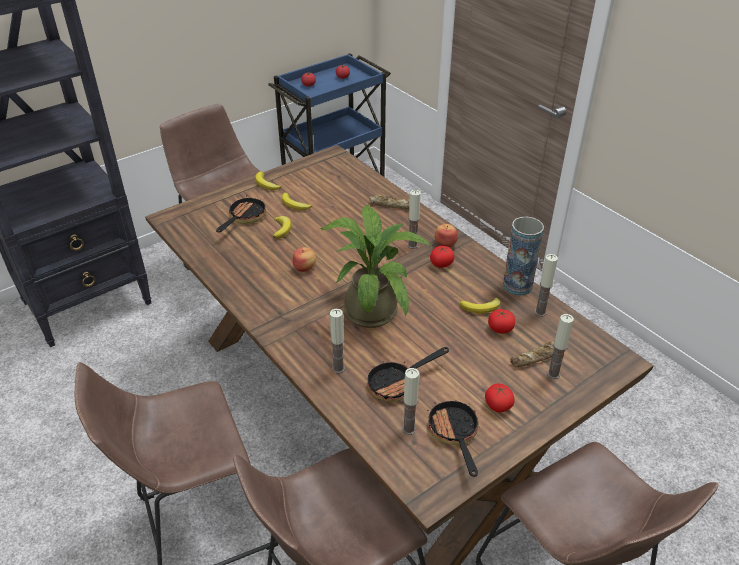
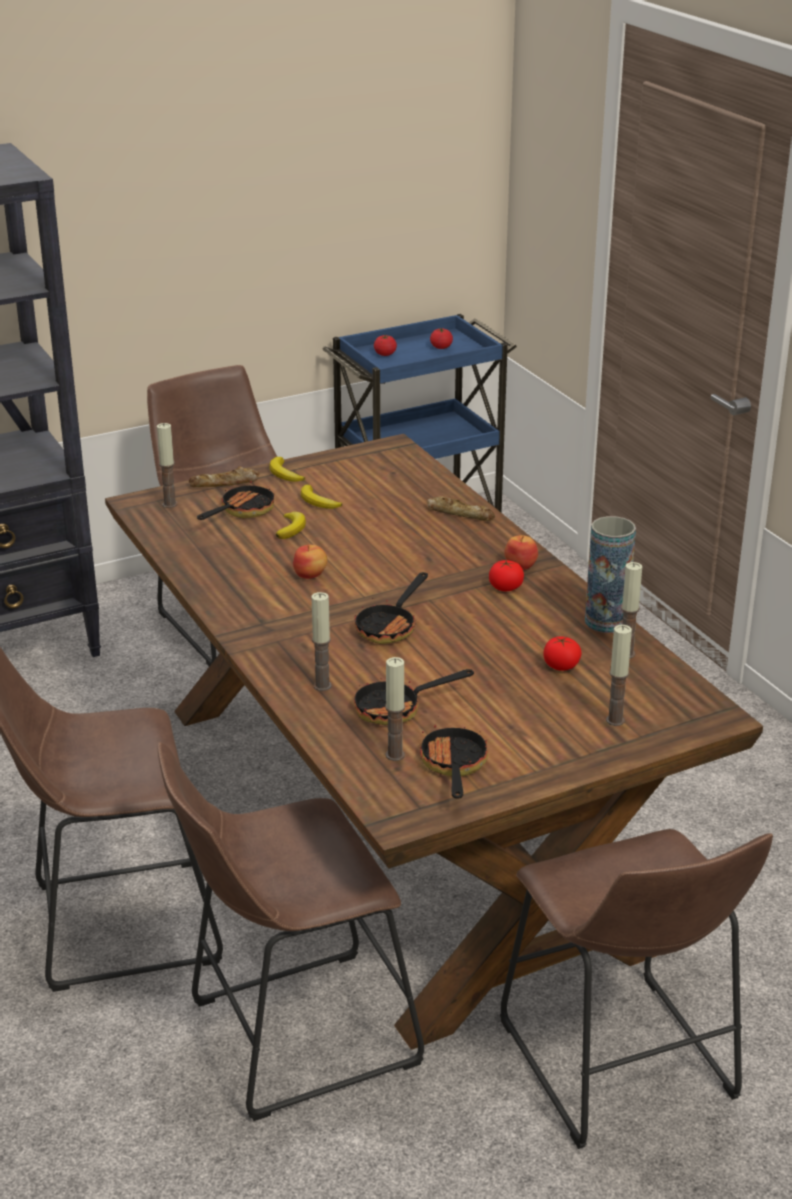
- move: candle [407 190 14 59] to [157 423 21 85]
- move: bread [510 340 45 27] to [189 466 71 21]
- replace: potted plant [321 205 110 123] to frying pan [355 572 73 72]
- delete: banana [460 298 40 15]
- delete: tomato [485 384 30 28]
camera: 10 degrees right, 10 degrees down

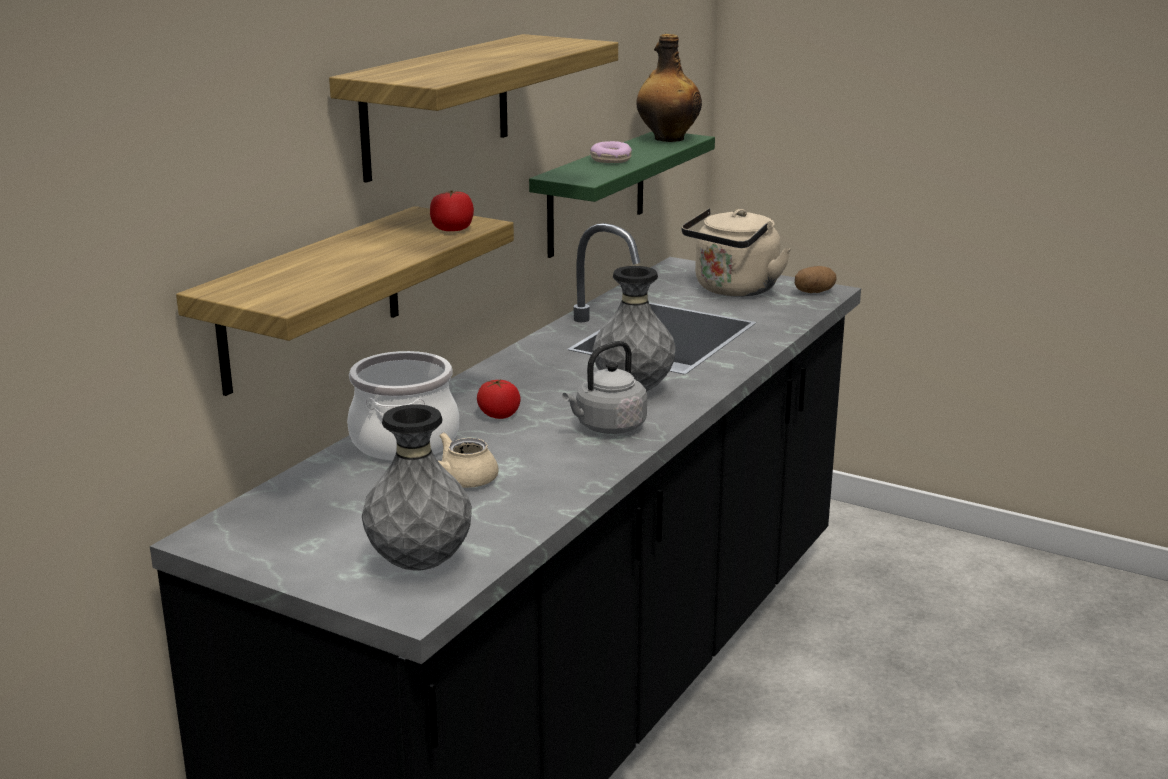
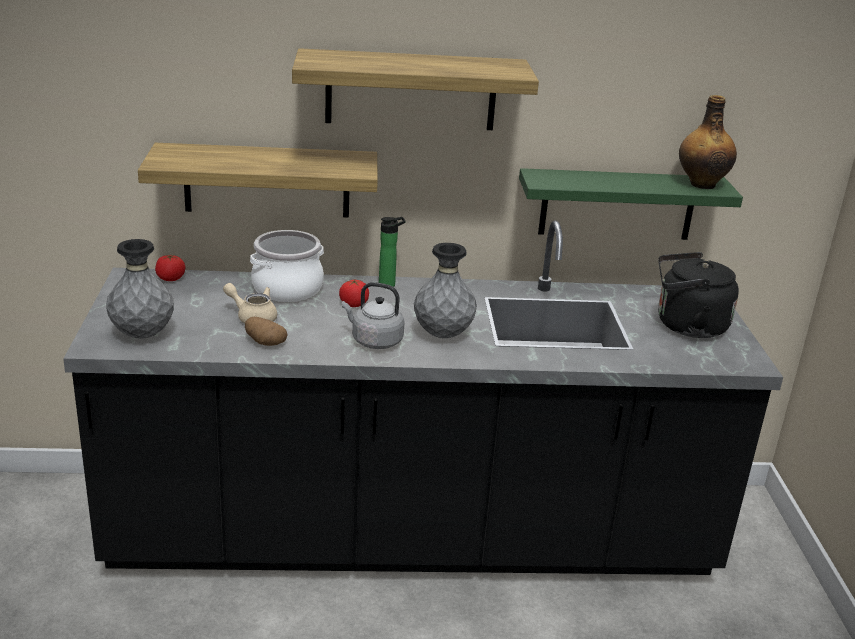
- move: tomato [430 190 44 41] to [155 255 30 26]
- move: potato [795 266 42 27] to [245 317 42 29]
- insert: bottle [379 217 27 70]
- recolor: kettle/beige [681 208 110 89] to kettle/black [658 252 81 86]
- delete: donut [590 141 42 22]
camera: 55 degrees right, 5 degrees up

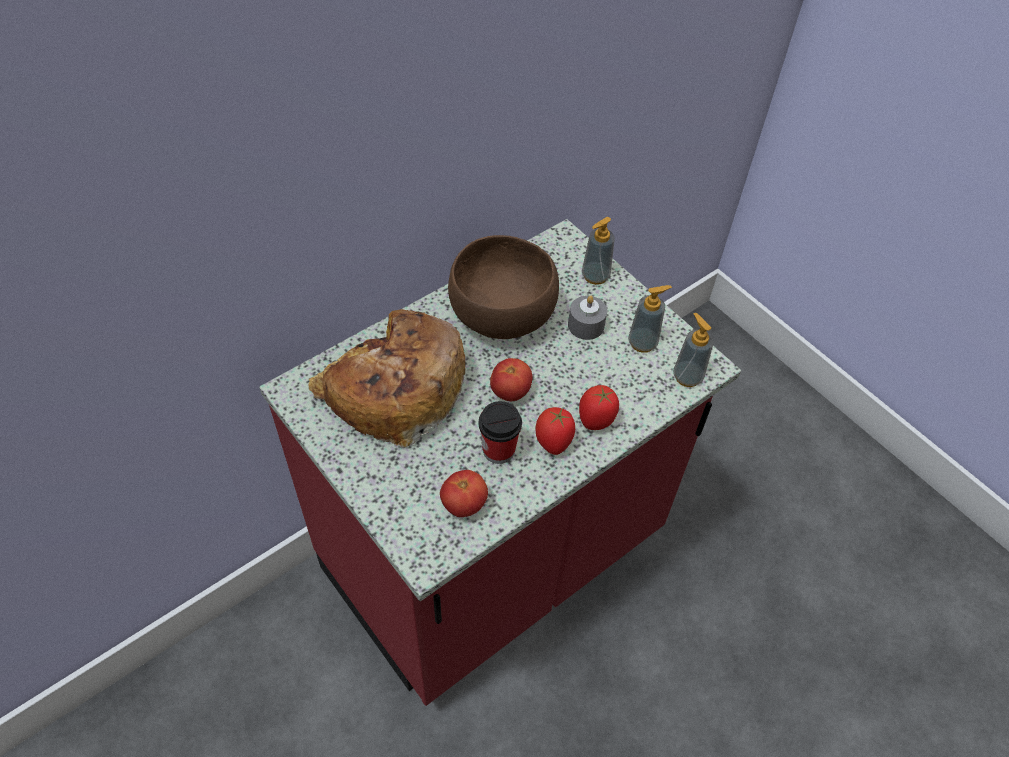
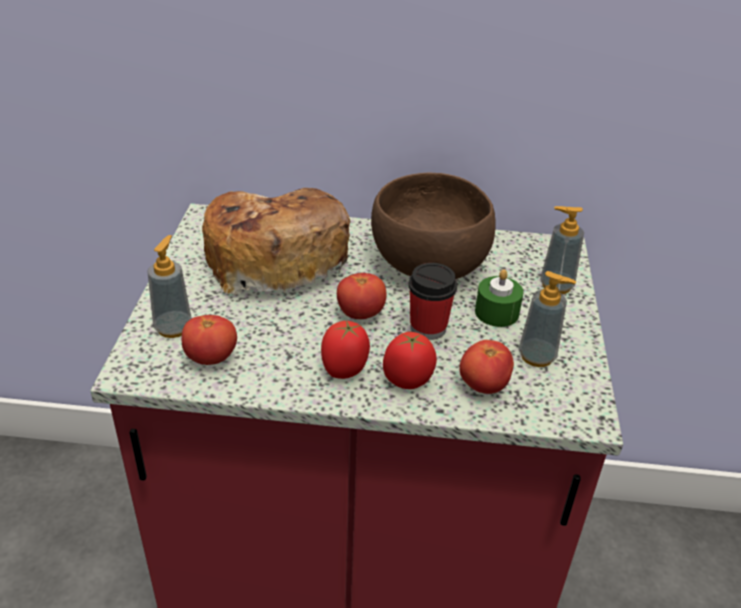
- move: soap dispenser [673 313 41 74] to [147 235 45 103]
- move: cup [478 401 44 63] to [408 263 49 77]
- insert: tomato [459 340 55 54]
- recolor: candle/grey [568 296 39 44] to candle/green [475 269 49 58]
camera: 45 degrees right, 15 degrees down

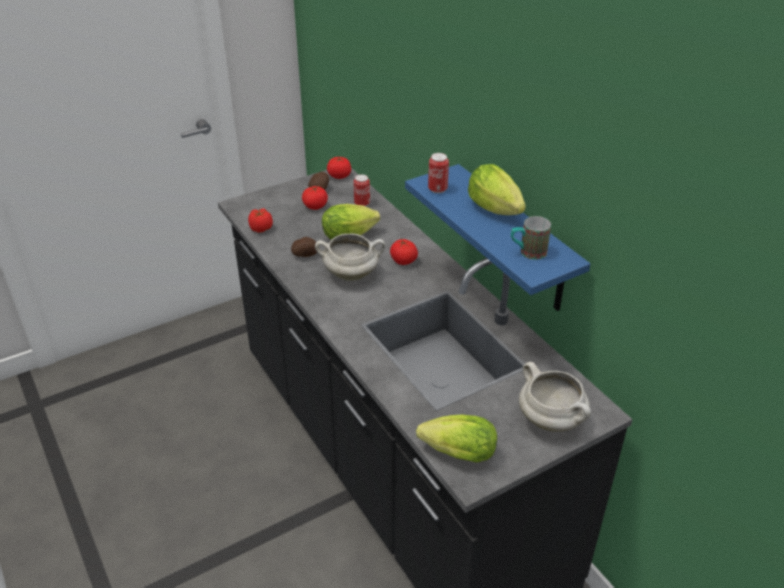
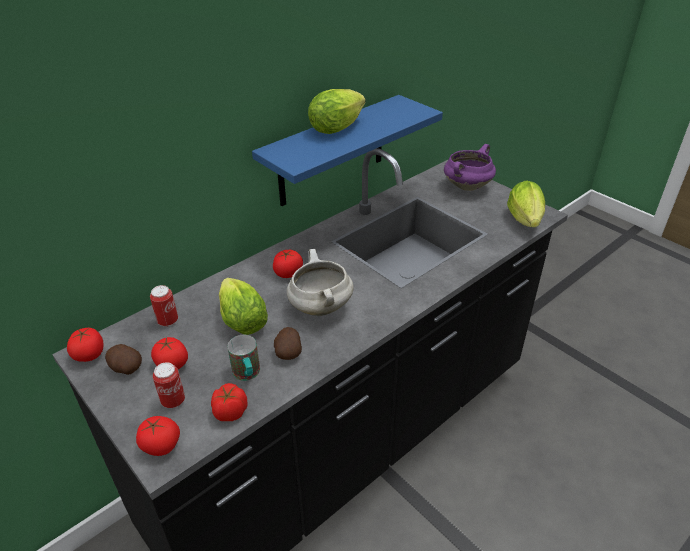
- insert: tomato [136 416 44 40]
- move: can [428 153 21 40] to [153 362 32 46]
- move: mug [511 216 40 44] to [228 335 32 46]
- recolor: cooking pot/white [519 362 72 70] to cooking pot/purple [444 144 52 47]
camera: 100 degrees left, 0 degrees up

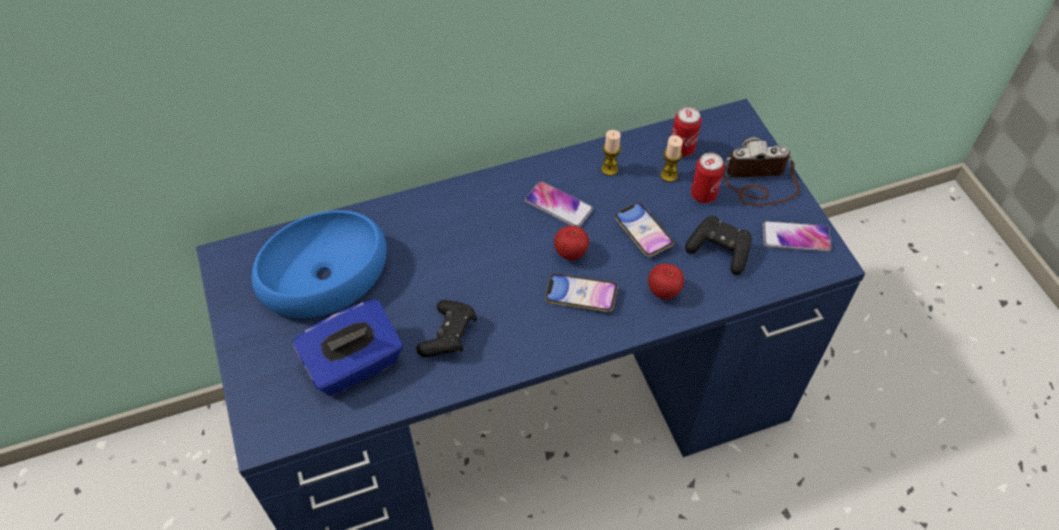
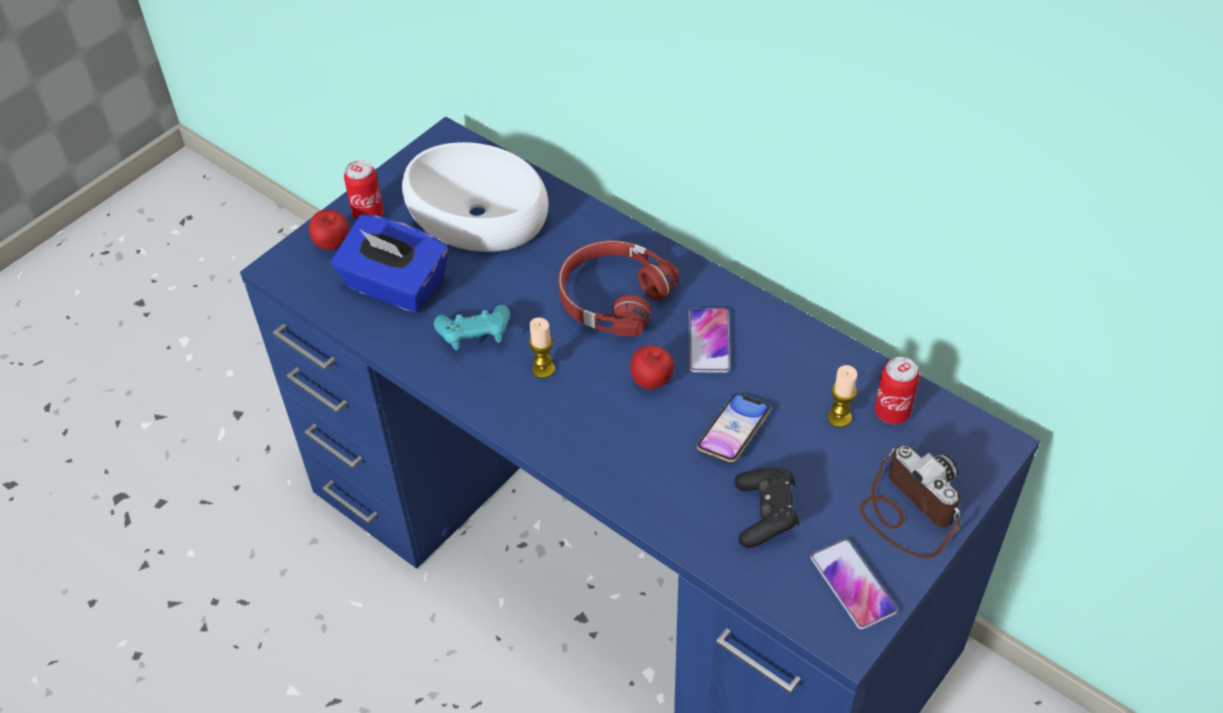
- move: apple [648 264 36 36] to [309 209 40 41]
- move: can [691 152 33 51] to [344 160 40 60]
- recolor: bowl/blue [252 210 135 108] to bowl/white [402 142 146 110]
- recolor: game controller/black [416 300 61 57] to game controller/turquoise [434 304 76 46]
- move: candle [601 130 20 46] to [529 317 26 61]
- insert: headphones/red [558 240 121 96]
- delete: phone [545 273 73 39]
camera: 60 degrees right, 5 degrees down

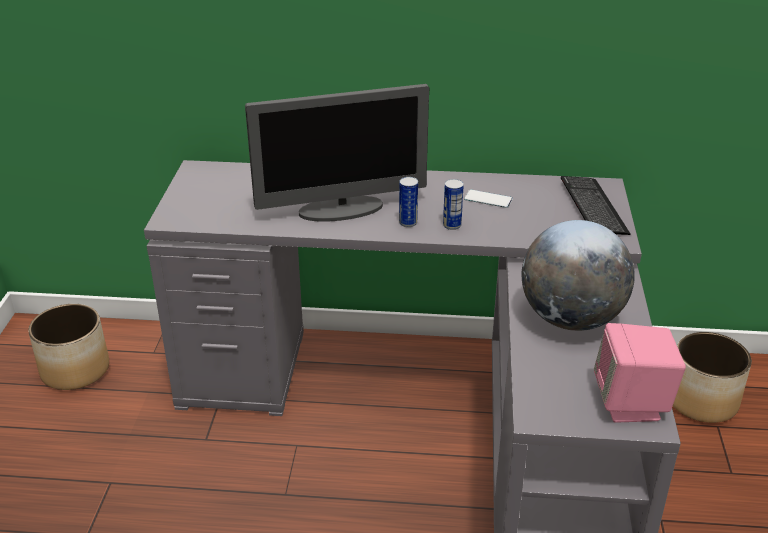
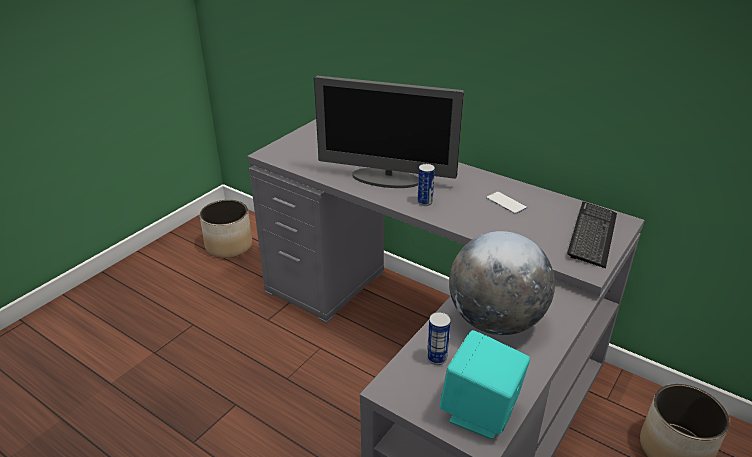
- move: can [443 179 21 51] to [427 312 24 53]
- recolor: speaker/pink [594 323 92 100] to speaker/turquoise [440 330 90 109]
camera: 30 degrees right, 0 degrees up

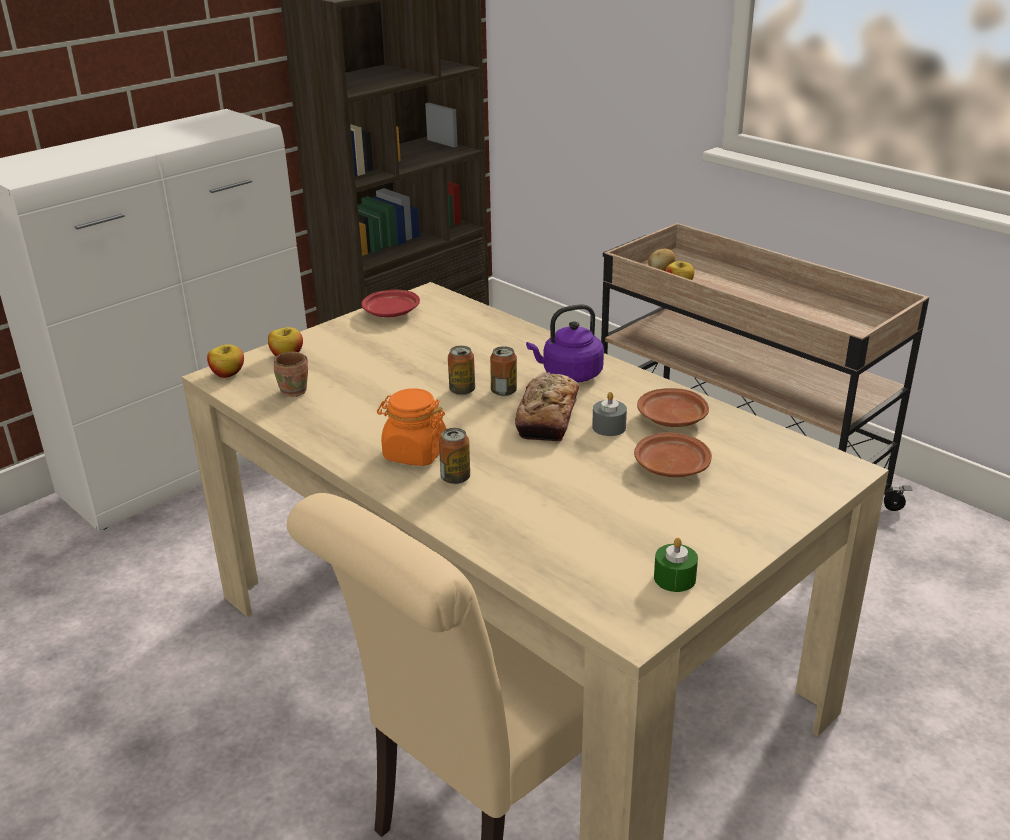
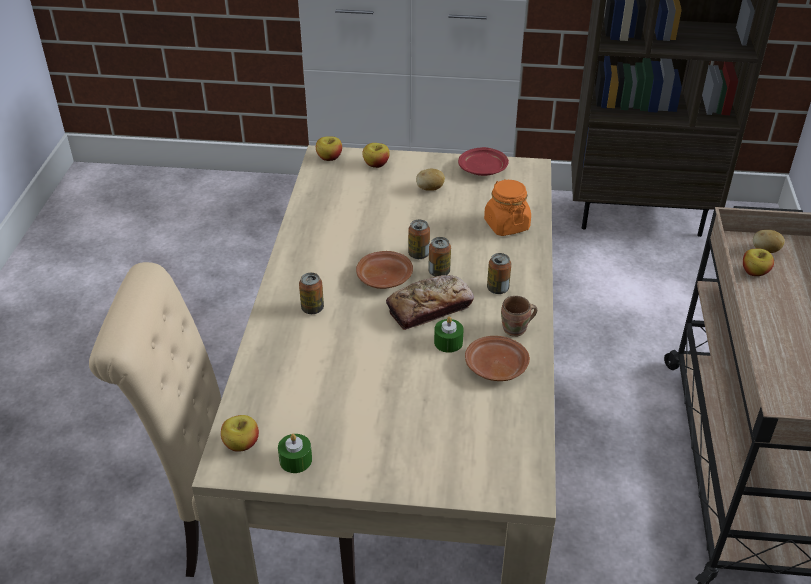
- insert: apple [221 415 38 37]
- move: plate/brown [634 432 78 45] to [356 251 57 38]
- insert: potato [416 169 29 22]
- recolor: candle/grey [592 392 35 44] to candle/green [434 317 30 36]
- move: jar/orange [377 388 69 78] to [484 179 47 57]
- replace: kettle/purple [526 304 78 78] to can [487 253 24 41]
- move: mug/brown [274 352 34 45] to [501 296 36 41]
camera: 50 degrees right, 10 degrees up

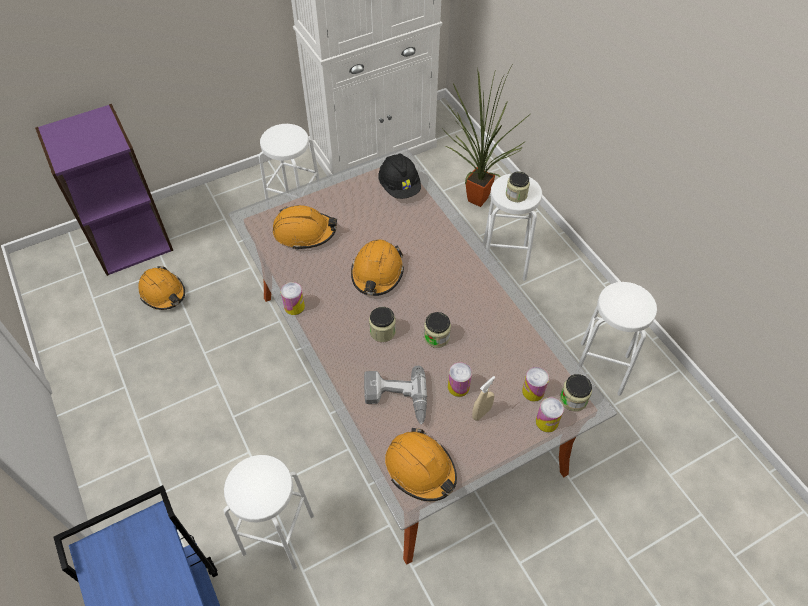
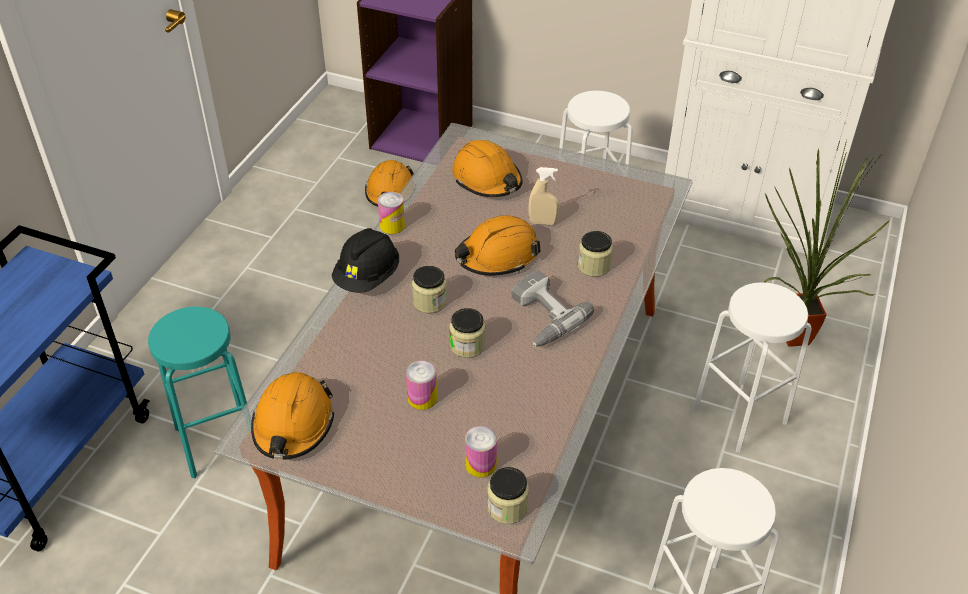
- recolor: stool/white [223 455 91 114] to stool/turquoise [148 307 99 172]
- move: hard hat/black [378 153 43 46] to [332 228 67 65]
- move: power drill [364 366 63 59] to [512 270 82 77]
- move: spray bottle/beige [472 376 24 45] to [528 167 31 58]
- move: jar [506 171 24 31] to [578 231 35 46]
- delete: can [536 398 28 34]
camera: 50 degrees right, 10 degrees down

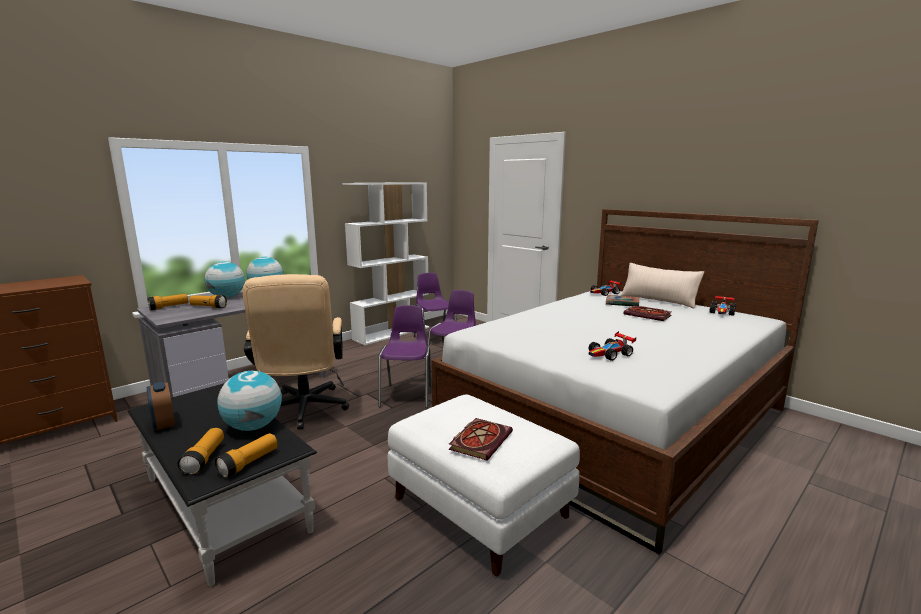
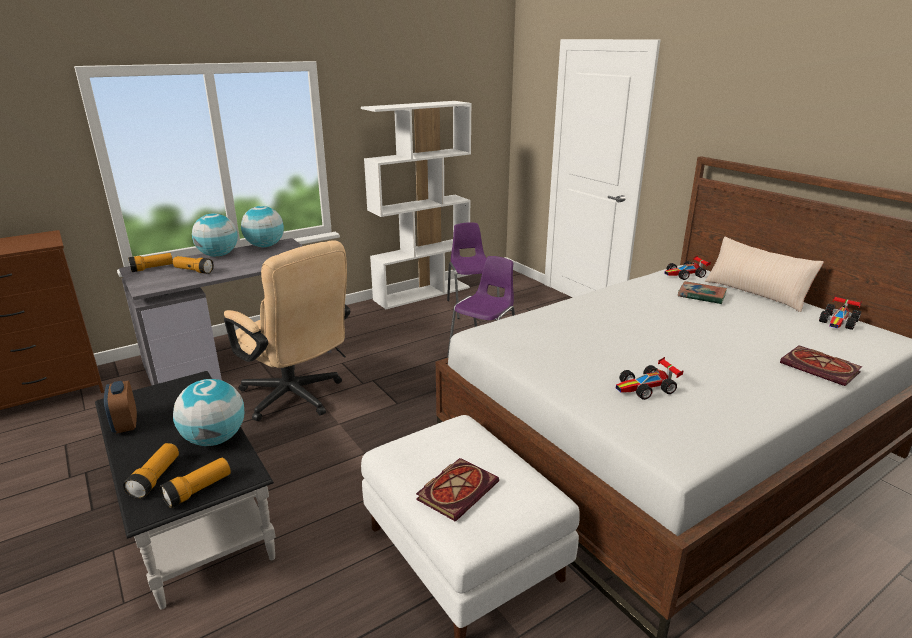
- rotate: office chair/beige [243 274 106 155] = [224 240 126 181] 45 degrees counterclockwise
- move: book [623 305 49 16] to [780 345 82 41]
- delete: chair/purple [378 305 53 103]
camera: 10 degrees right, 10 degrees up

